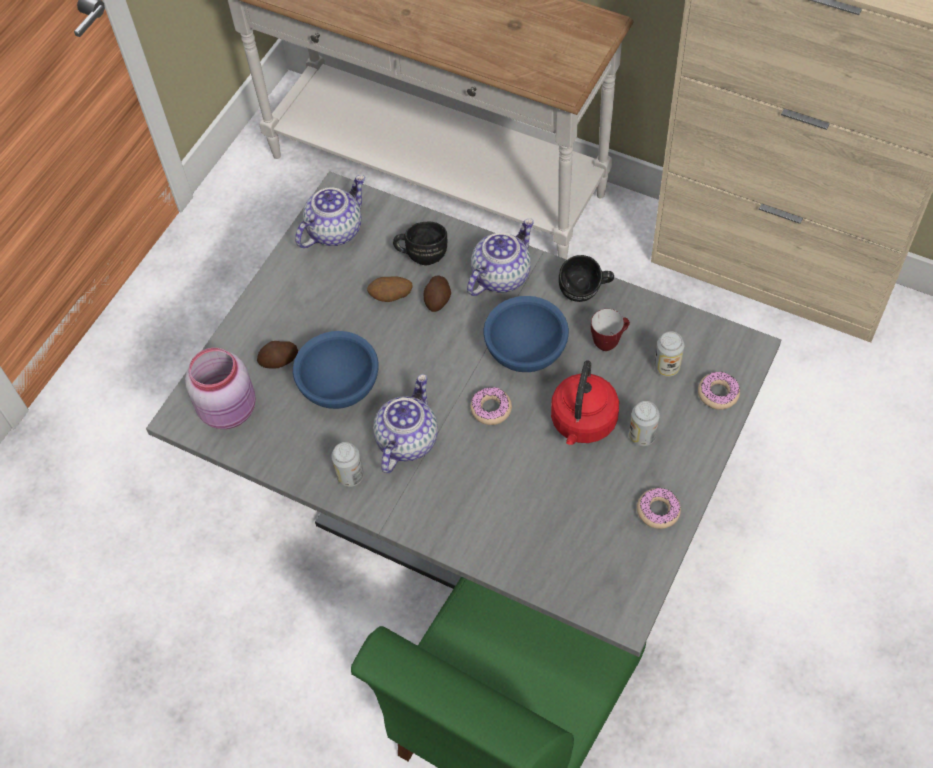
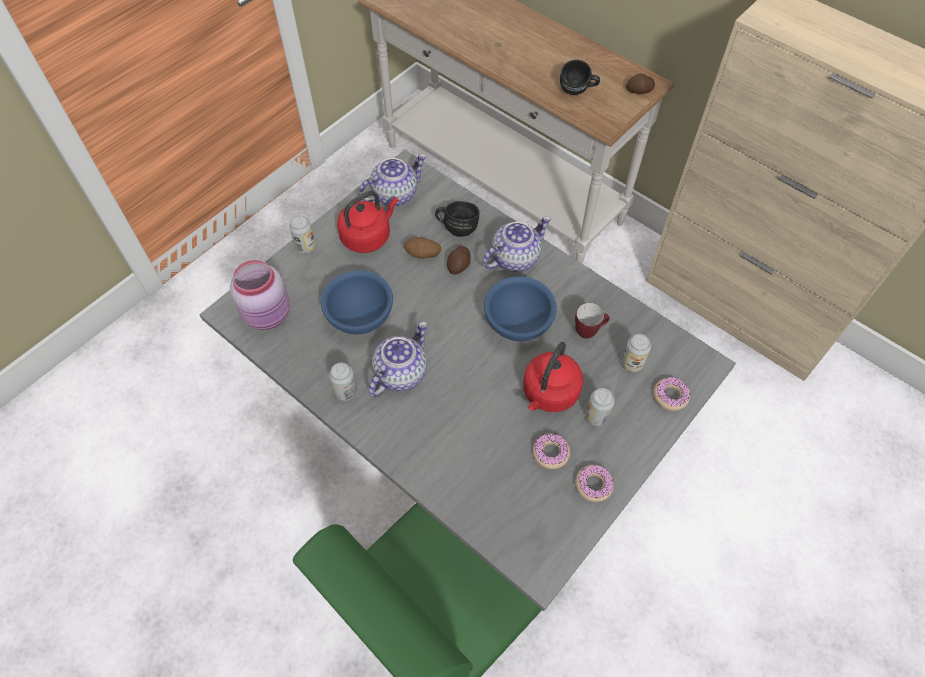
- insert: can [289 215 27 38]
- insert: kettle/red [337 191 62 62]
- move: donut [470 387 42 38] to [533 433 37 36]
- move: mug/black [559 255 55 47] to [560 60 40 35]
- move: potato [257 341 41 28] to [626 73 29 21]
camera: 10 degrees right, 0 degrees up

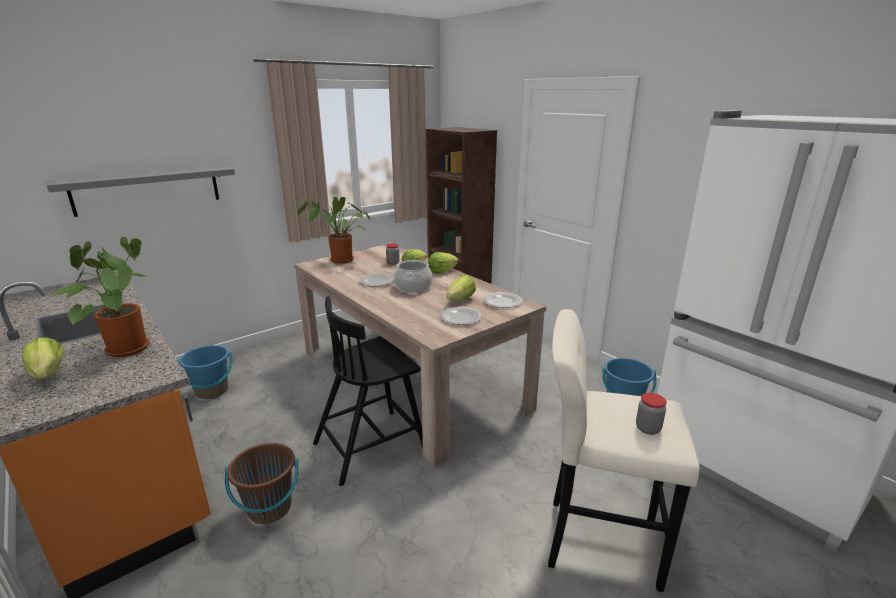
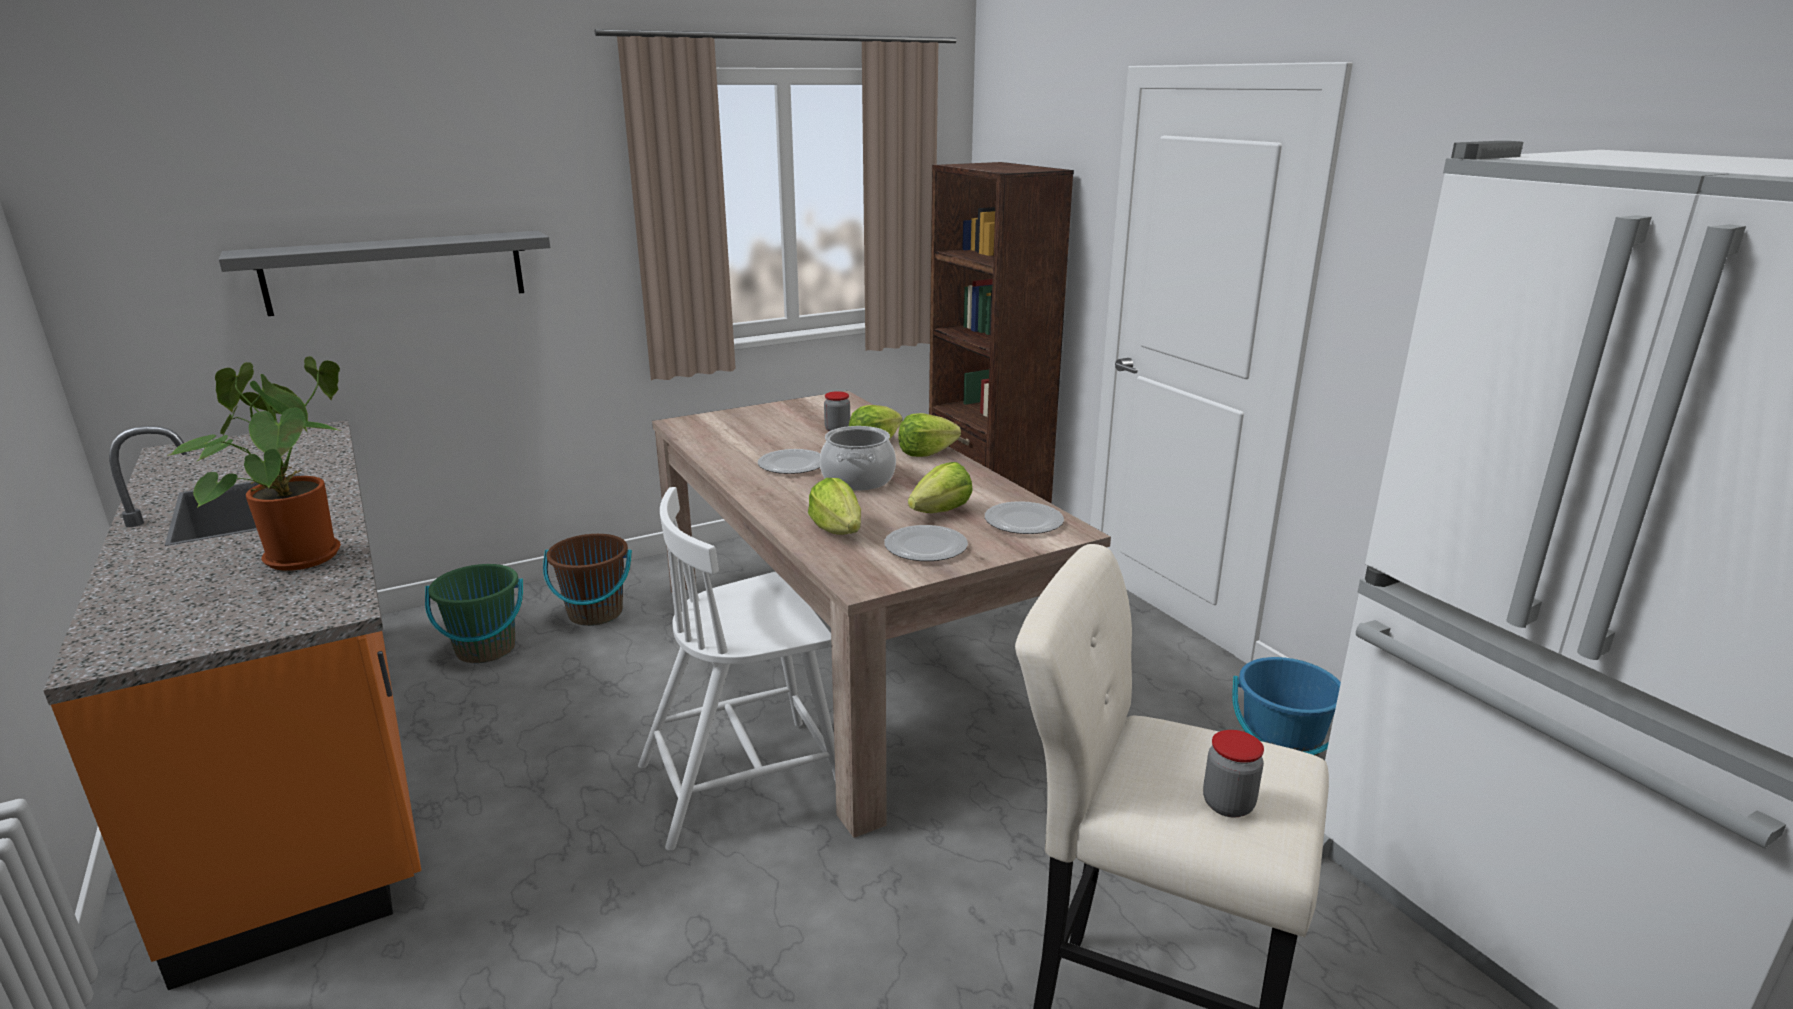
- recolor: bucket/blue [177 345 55 54] to bucket/green [425 564 98 99]
- move: bucket/brown [225 443 74 81] to [543 534 89 92]
- recolor: chair/black [313 296 110 190] to chair/white [638 487 198 364]
- move: lettuce [22 337 43 42] to [808 478 53 57]
- delete: potted plant [297 197 73 67]
camera: 10 degrees right, 0 degrees up

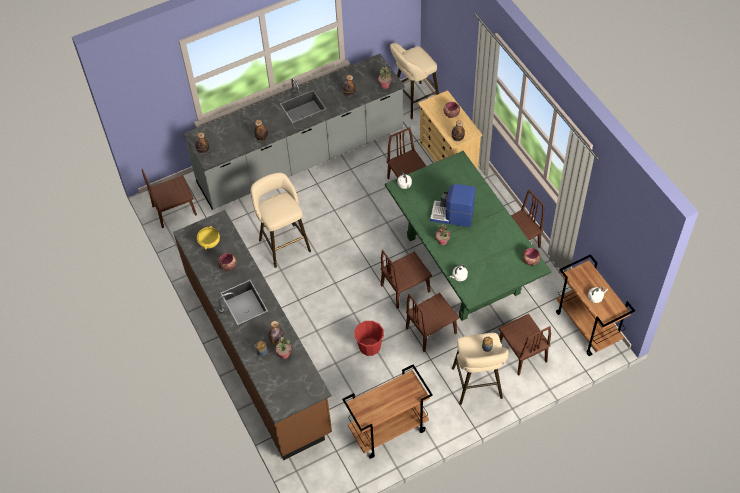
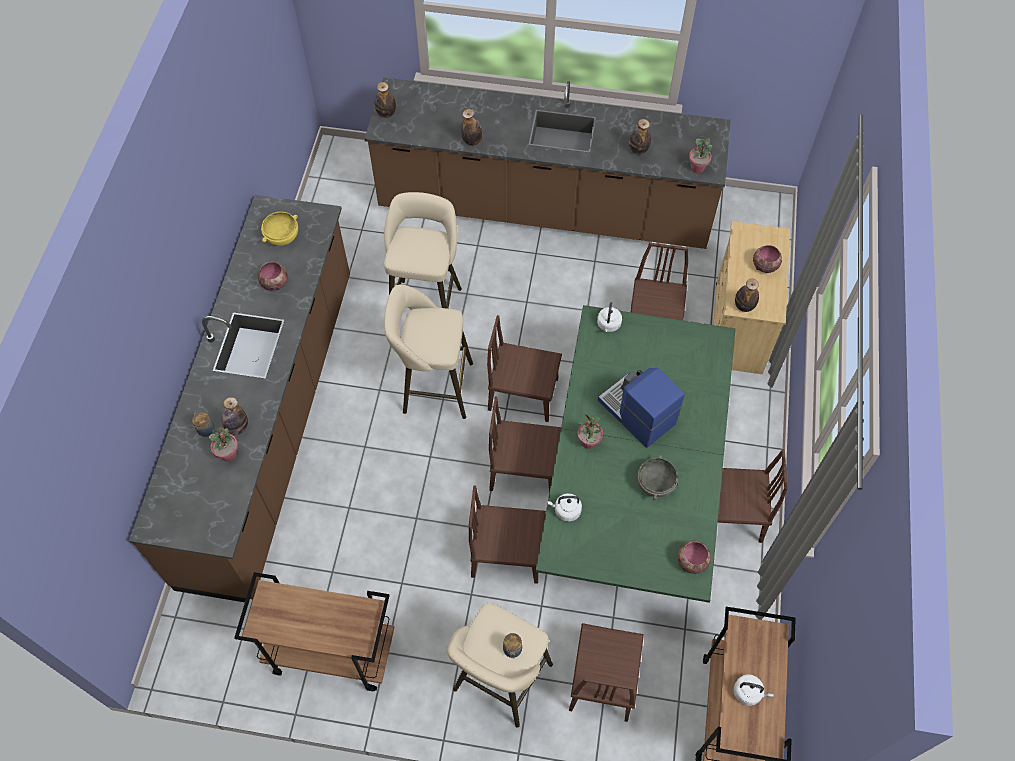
- recolor: counter/grey [183 54 222 156] to counter/brown [365 77 366 172]
- move: stool/beige [390 43 49 76] to [384 284 89 135]
- move: chair/brown [141 169 56 59] to [487 315 75 107]
- insert: bowl/grey [637 455 41 45]
- delete: bucket/red [354 321 31 35]
camera: 35 degrees right, 5 degrees up

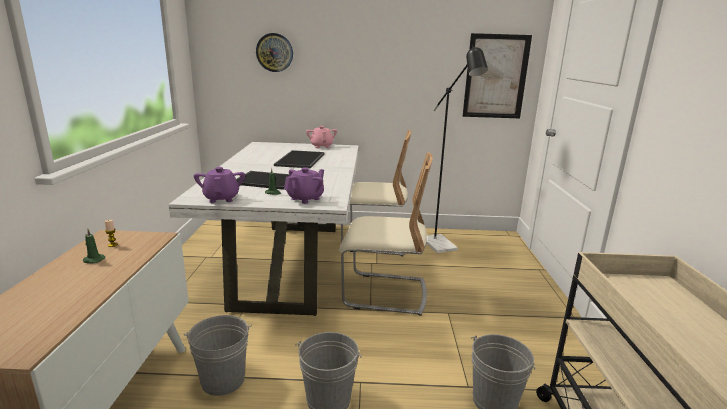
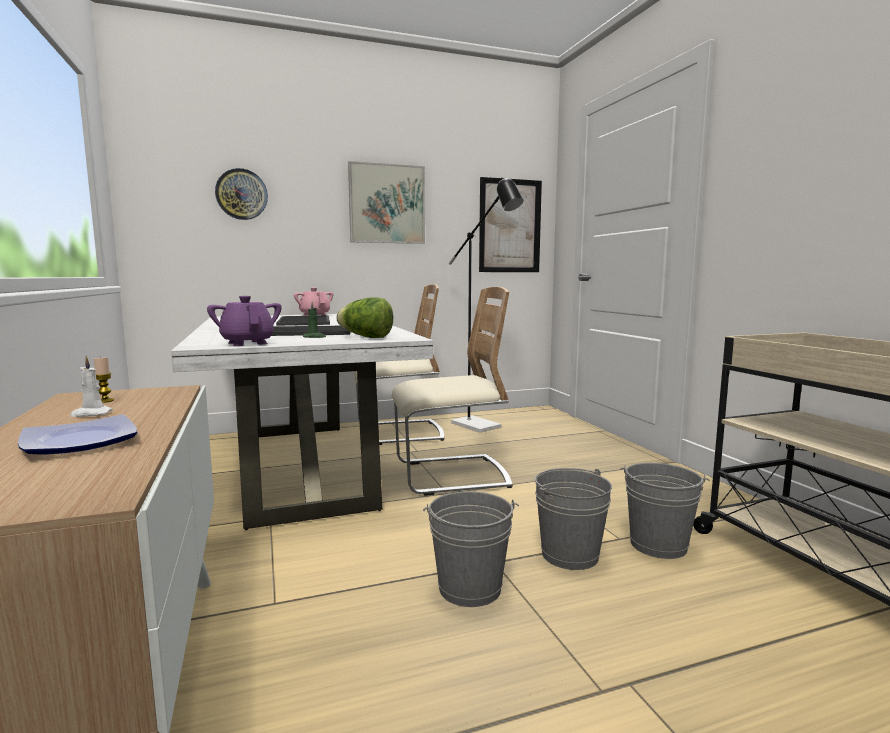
- insert: plate [18 414 119 41]
- recolor: candle/green [83 229 22 35] to candle/white [70 356 42 61]
- replace: teapot/purple [284 167 40 37] to lettuce [336 297 57 41]
- insert: picture [348 161 77 83]
- move: bucket/grey [184 315 68 81] to [535 468 77 102]
camera: 20 degrees left, 10 degrees down

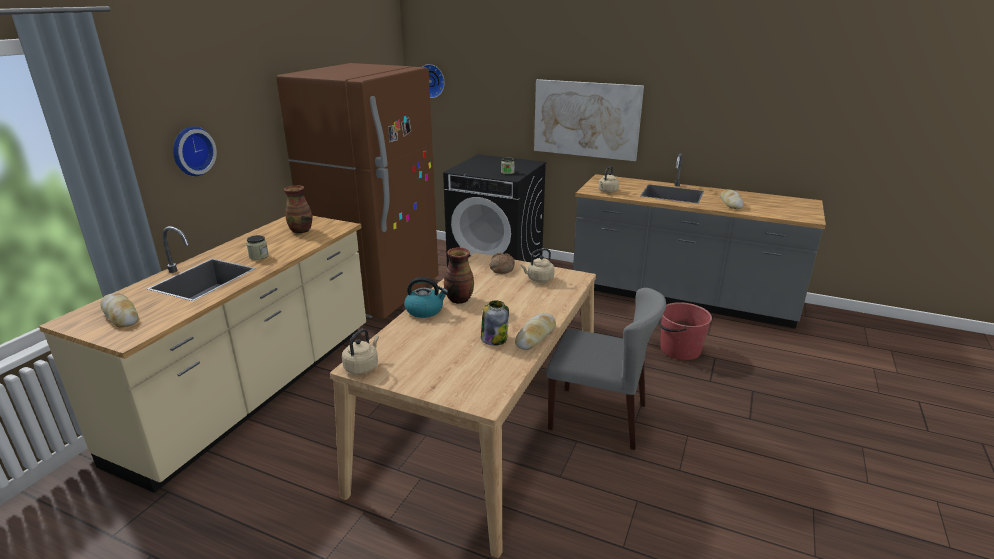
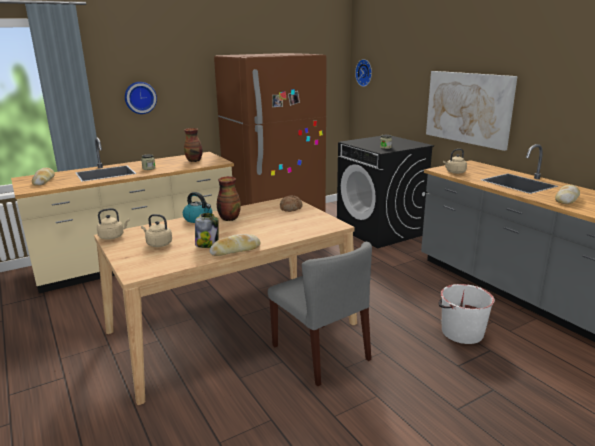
- move: kettle/beige [520 248 35 35] to [141 214 31 33]
- recolor: bucket/red [658 302 54 58] to bucket/white [438 284 56 60]
camera: 35 degrees right, 5 degrees down

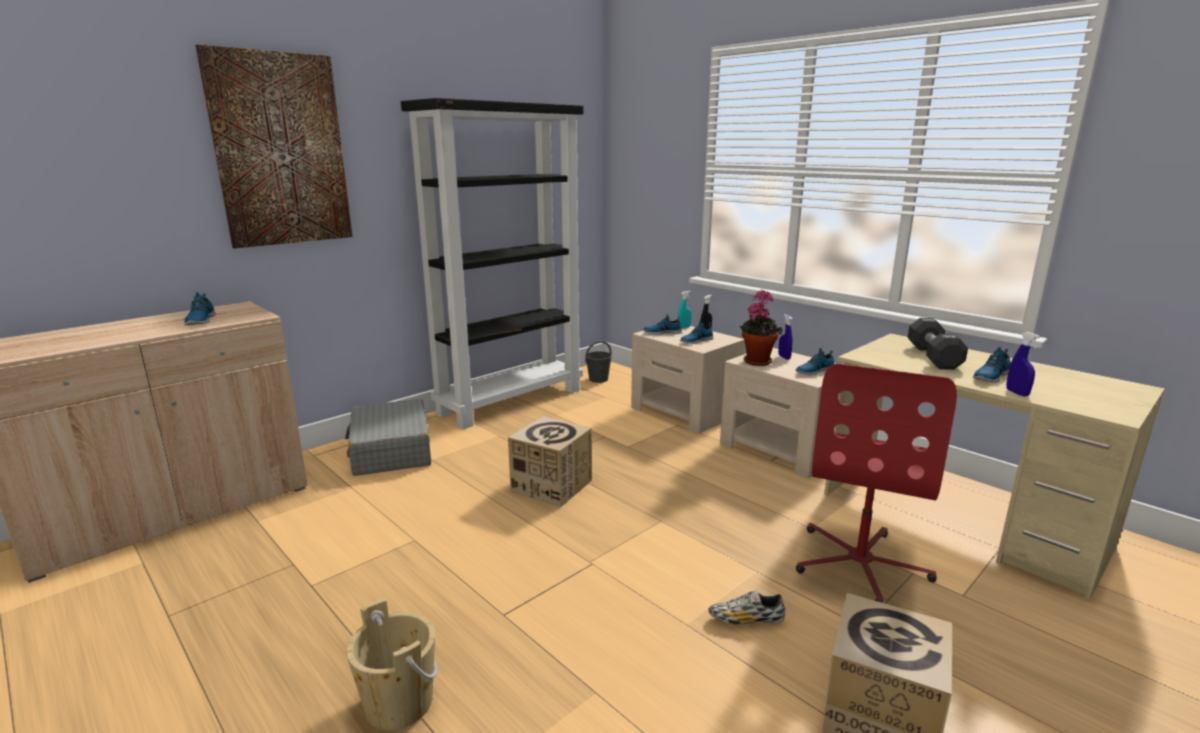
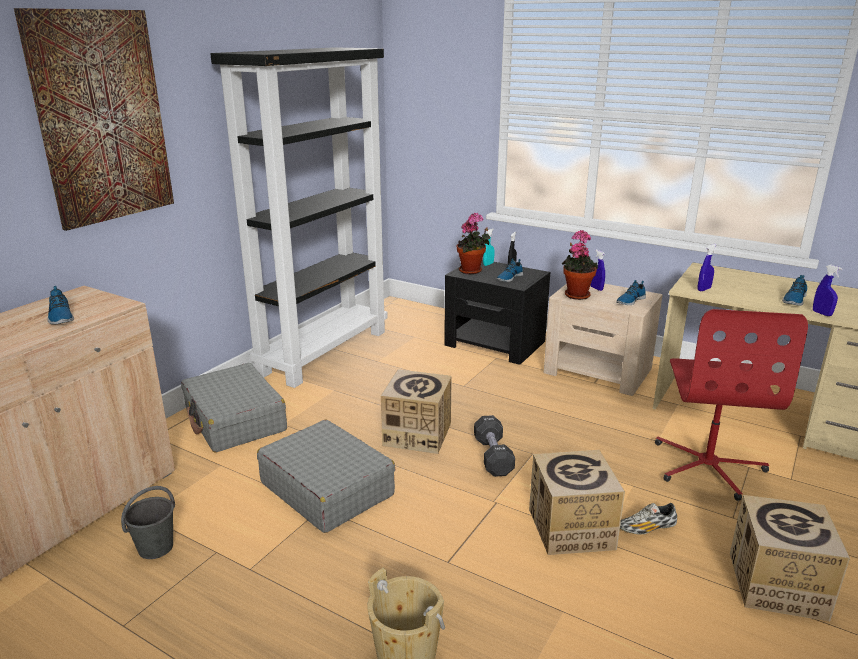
- move: bucket/grey [585 341 27 42] to [121 486 54 73]
- insert: suitcase/grey [257 420 138 113]
- recolor: nightstand/beige [631 326 114 108] to nightstand/black [444 260 106 105]
- replace: shoe [643 313 39 22] to potted plant [457 213 34 61]
- move: dumbbell/black [908 318 60 52] to [474 415 41 62]
- insert: cardboard box [529 450 96 105]
- insert: spray bottle/blue [697 244 20 47]
camera: 15 degrees left, 5 degrees up

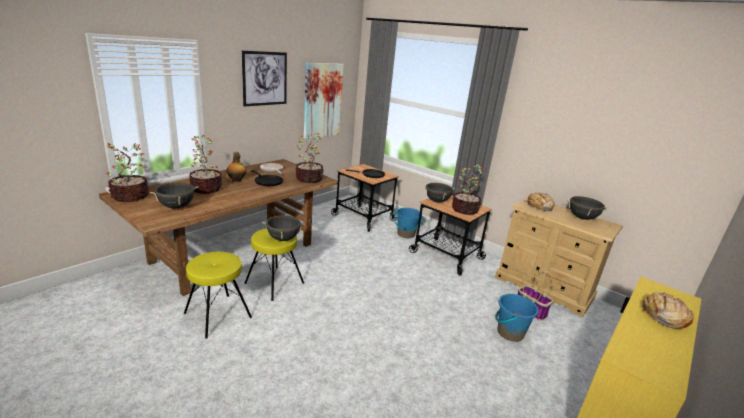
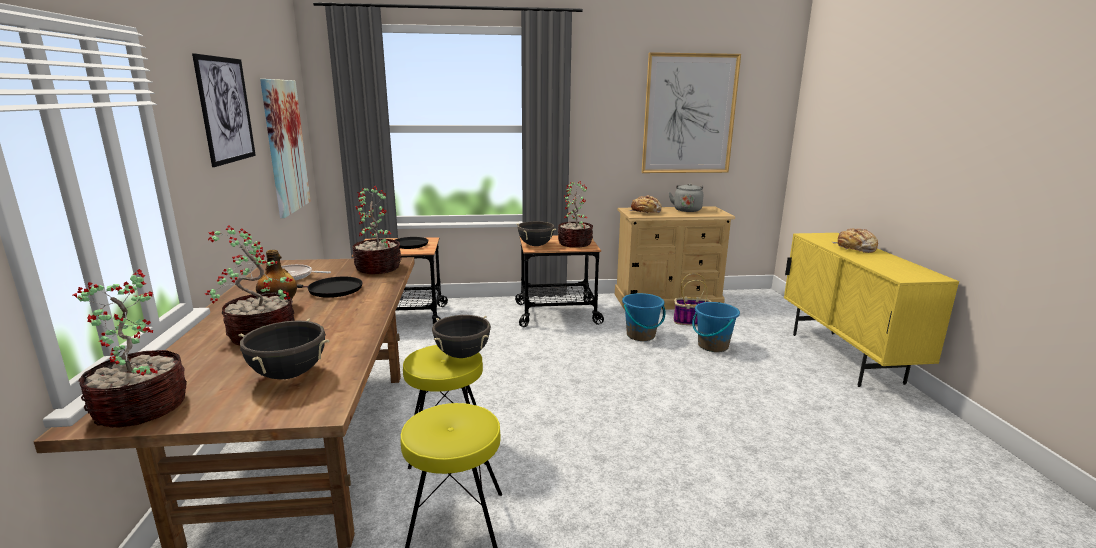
- move: bucket/blue [394 208 29 30] to [622 293 43 48]
- insert: picture [642 52 99 121]
- replace: cooking pot/black [566 196 43 24] to kettle/grey [669 183 34 29]
camera: 45 degrees left, 5 degrees down

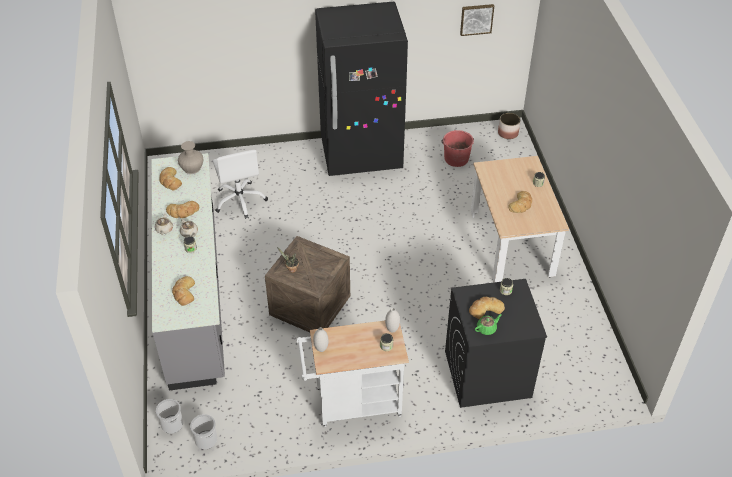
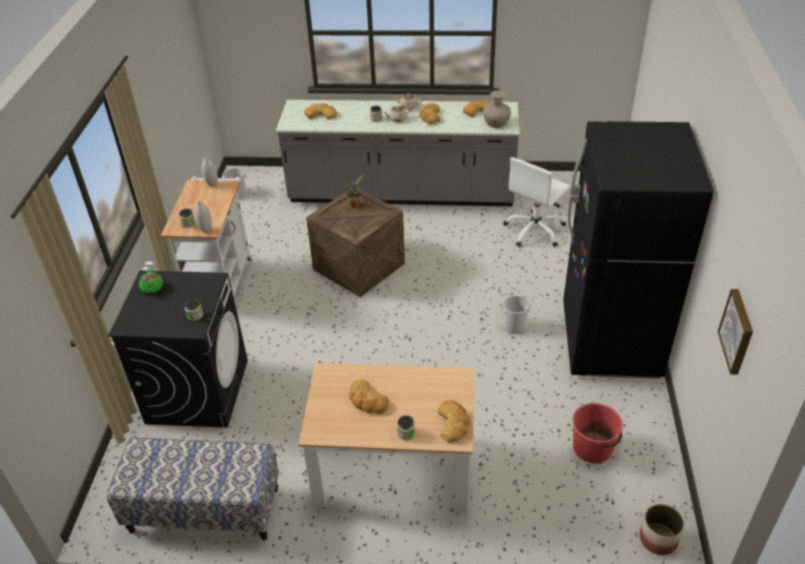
- insert: bench [107 438 172 102]
- move: bread [469 297 36 22] to [438 400 32 43]
- move: bucket [156 399 27 35] to [501 295 30 39]
- rotate: office chair/white [213 150 55 69] = [503 157 68 90] 45 degrees counterclockwise
camera: 105 degrees right, 5 degrees down

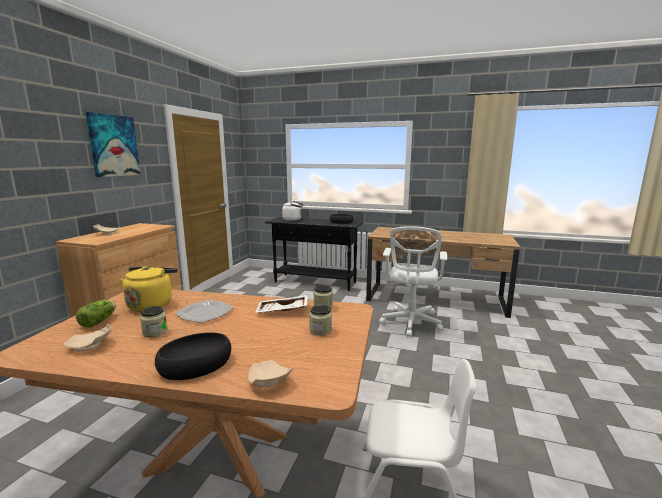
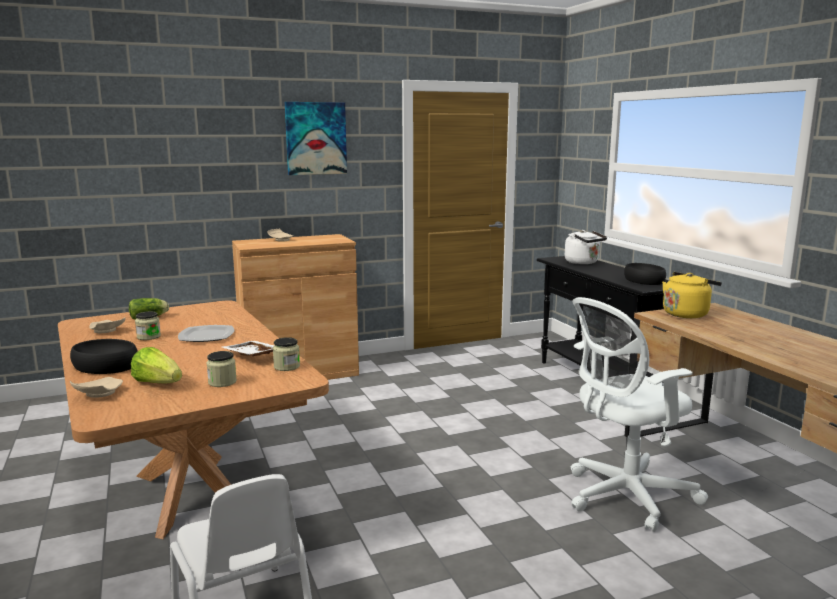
- insert: lettuce [131 347 51 36]
- move: kettle/yellow [119 266 59 46] to [662 272 60 46]
camera: 50 degrees right, 0 degrees up

